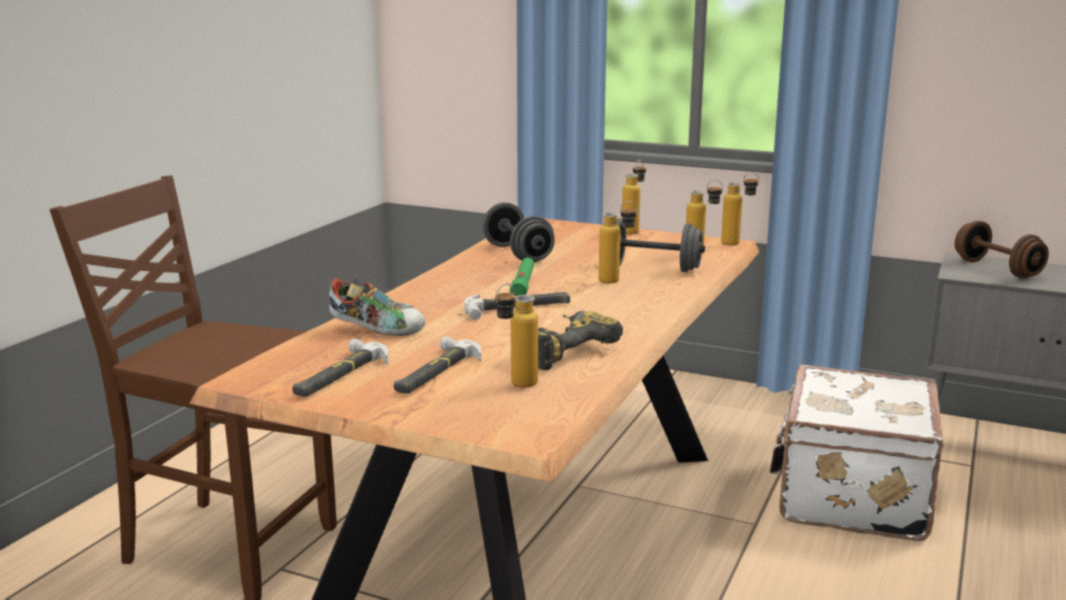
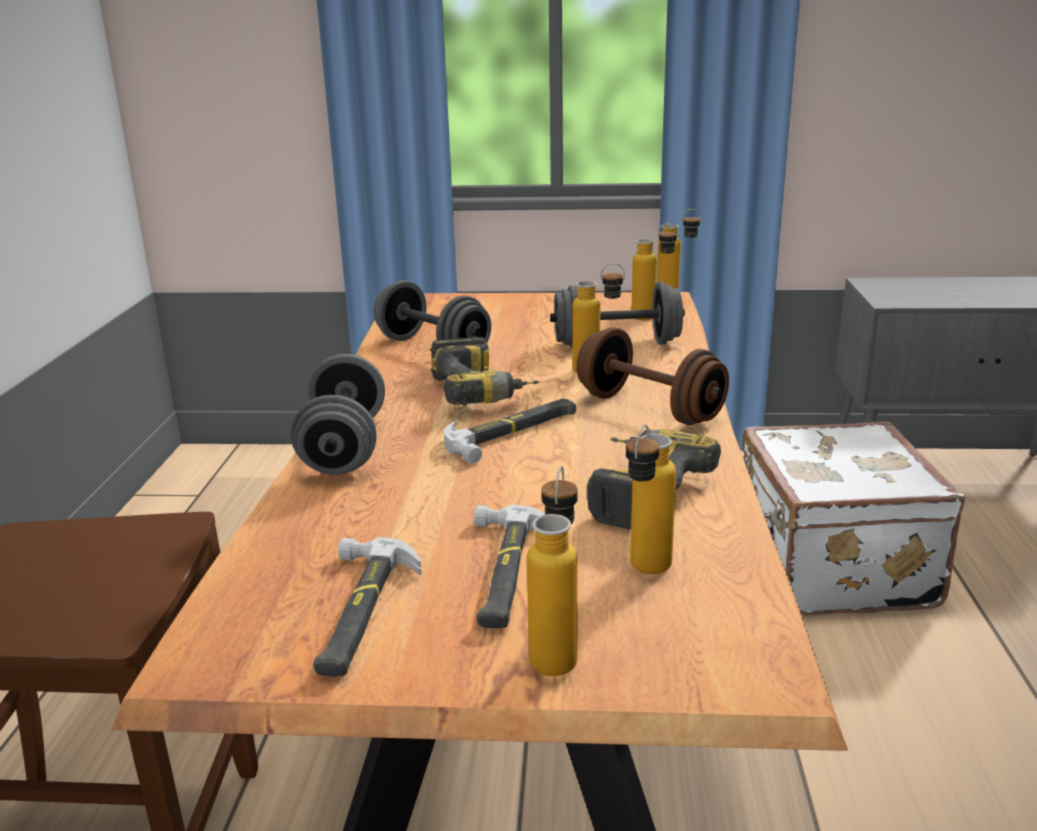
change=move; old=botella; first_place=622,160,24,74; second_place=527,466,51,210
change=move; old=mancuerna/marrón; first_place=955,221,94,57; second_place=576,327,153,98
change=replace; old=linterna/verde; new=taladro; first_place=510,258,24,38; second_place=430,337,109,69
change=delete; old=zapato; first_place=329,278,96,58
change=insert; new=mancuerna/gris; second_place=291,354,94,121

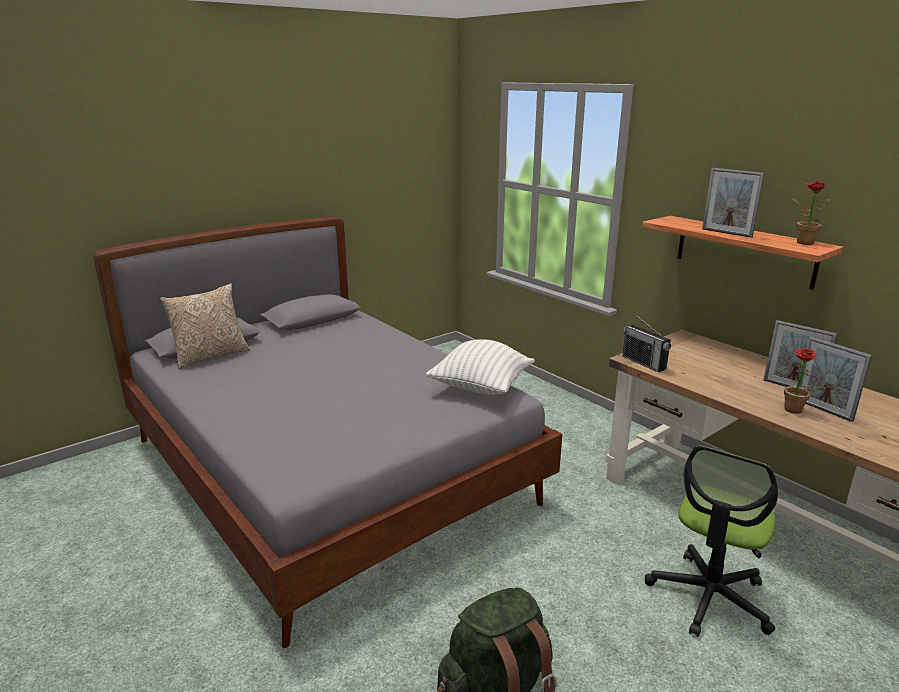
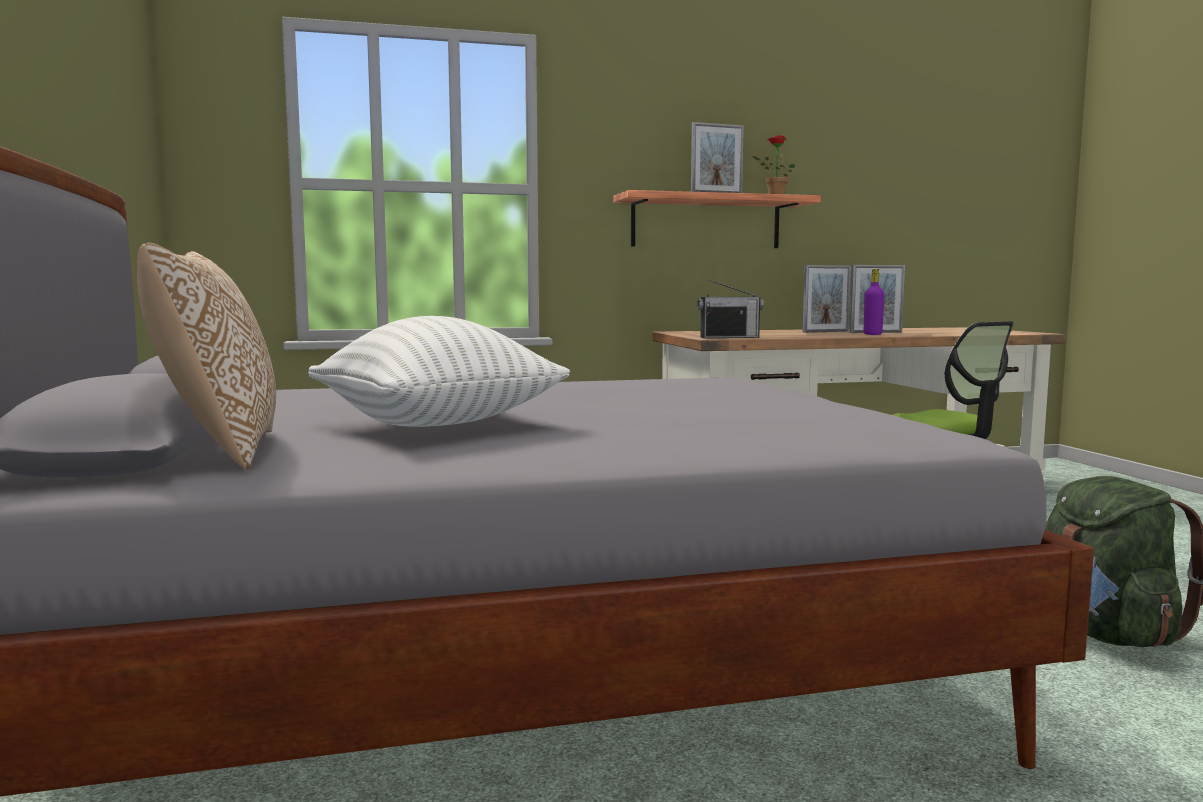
change=move; old=cojín/blanco; first_place=426,339,109,56; second_place=308,316,262,111
change=replace; old=planta en maceta; new=botella/morado; first_place=776,348,50,66; second_place=864,269,21,66

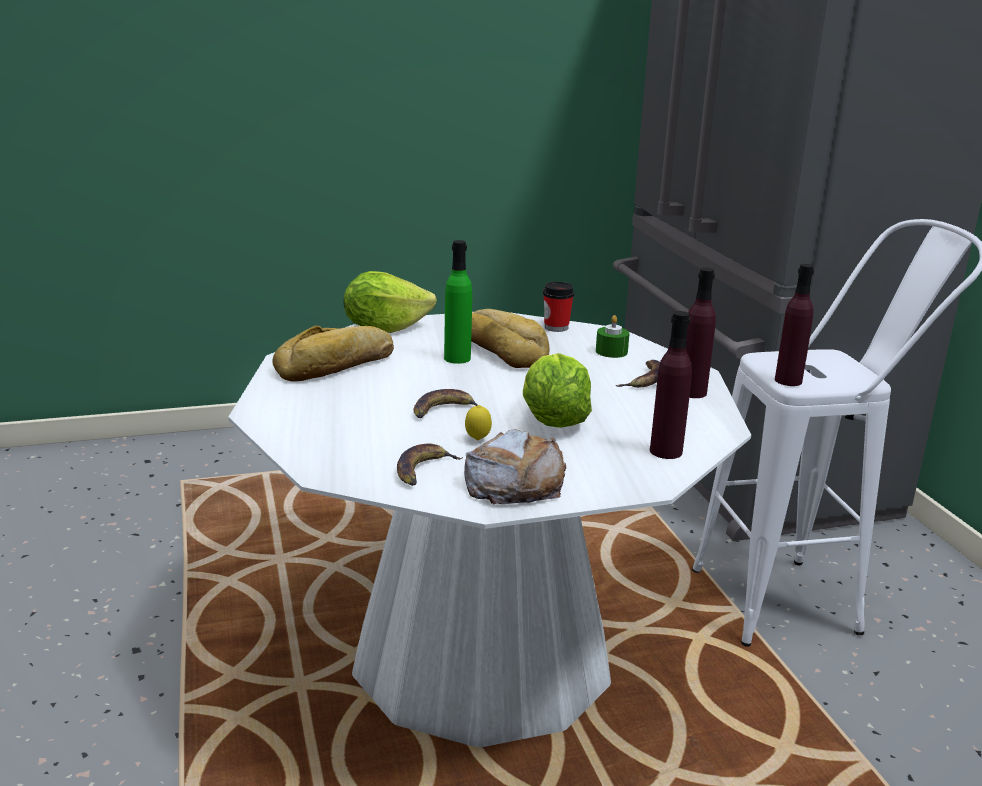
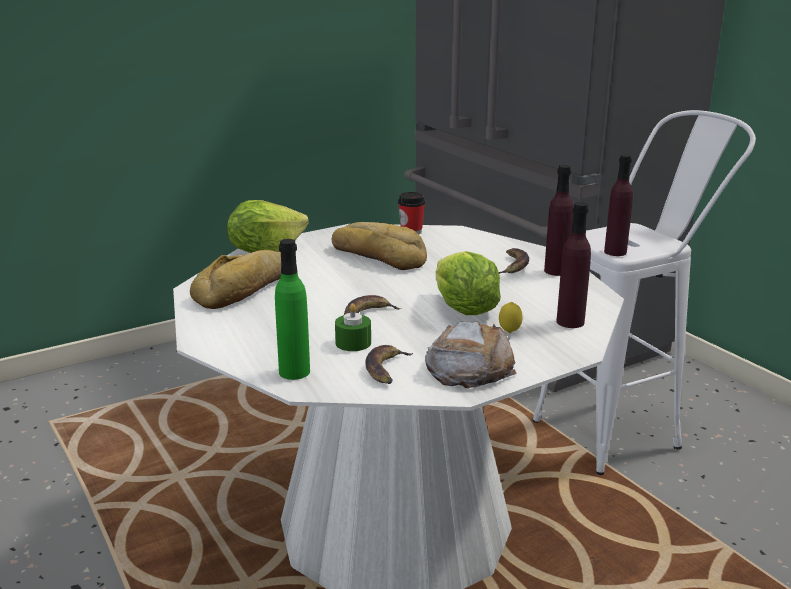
change=move; old=botella/verde; first_place=444,240,28,124; second_place=275,239,35,141
change=move; old=vela/verde; first_place=596,315,34,43; second_place=335,304,36,47
change=move; old=limón; first_place=465,405,27,35; second_place=499,302,24,31

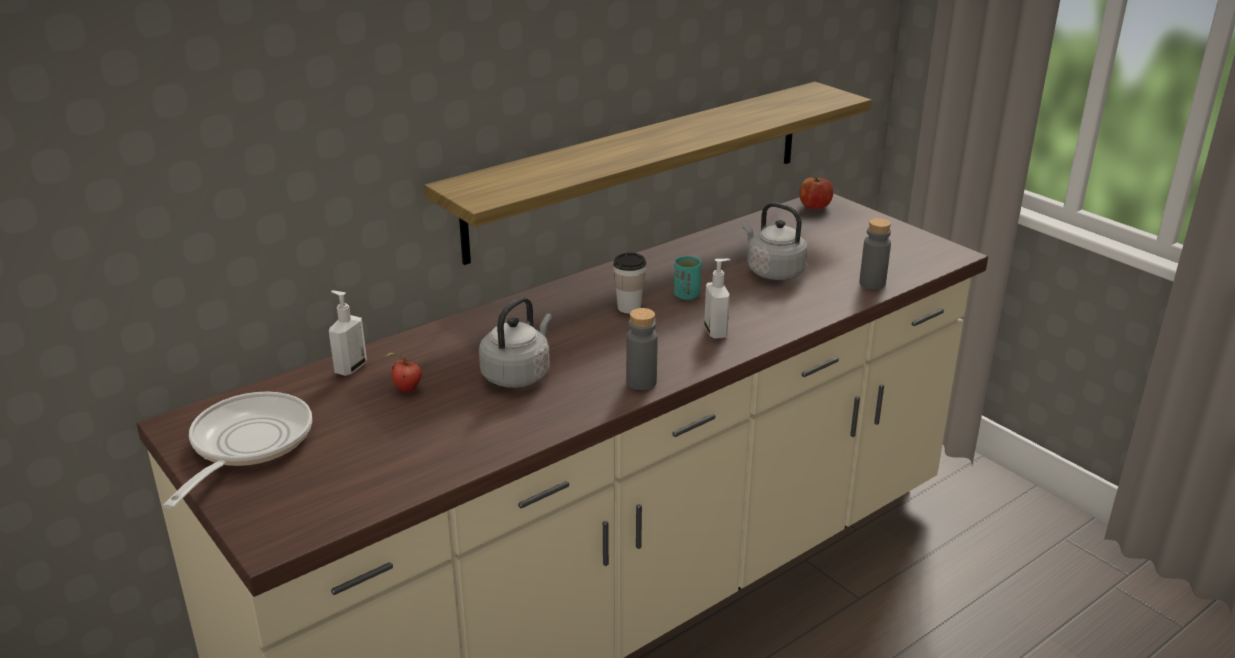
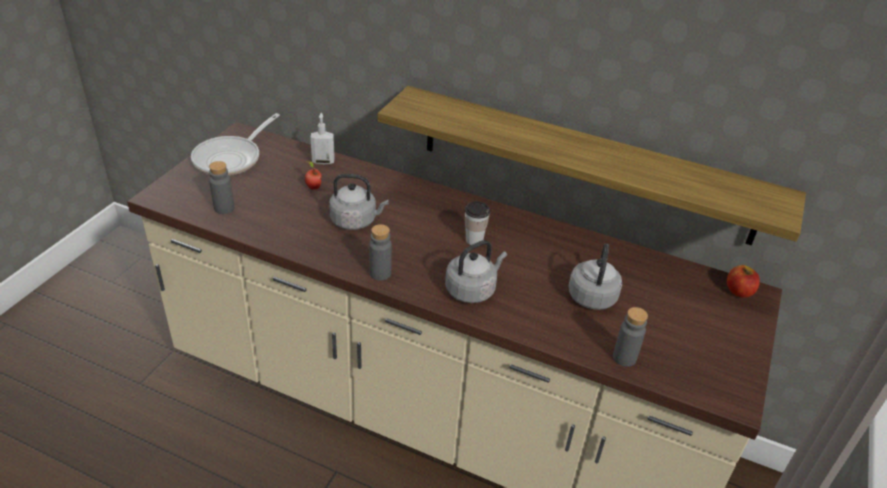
change=delete; old=taza/turquesa; first_place=674,256,27,44
change=replace; old=dispensador de jabón; new=hervidor/gris; first_place=704,259,26,80; second_place=445,240,62,63
change=rotate; old=sartén; first_place=163,392,149,117; second_place=191,113,89,63; degrees=135
change=insert; new=botella/gris; second_place=209,161,26,53

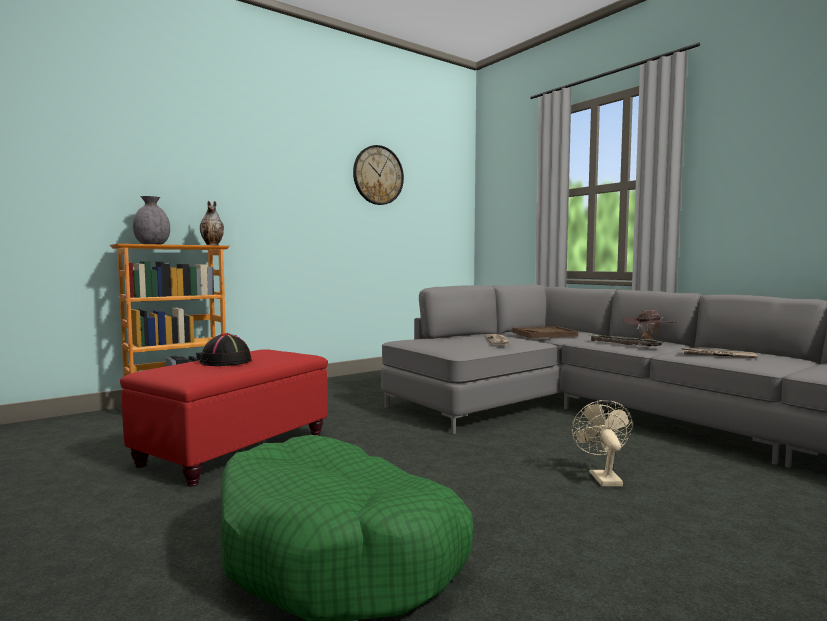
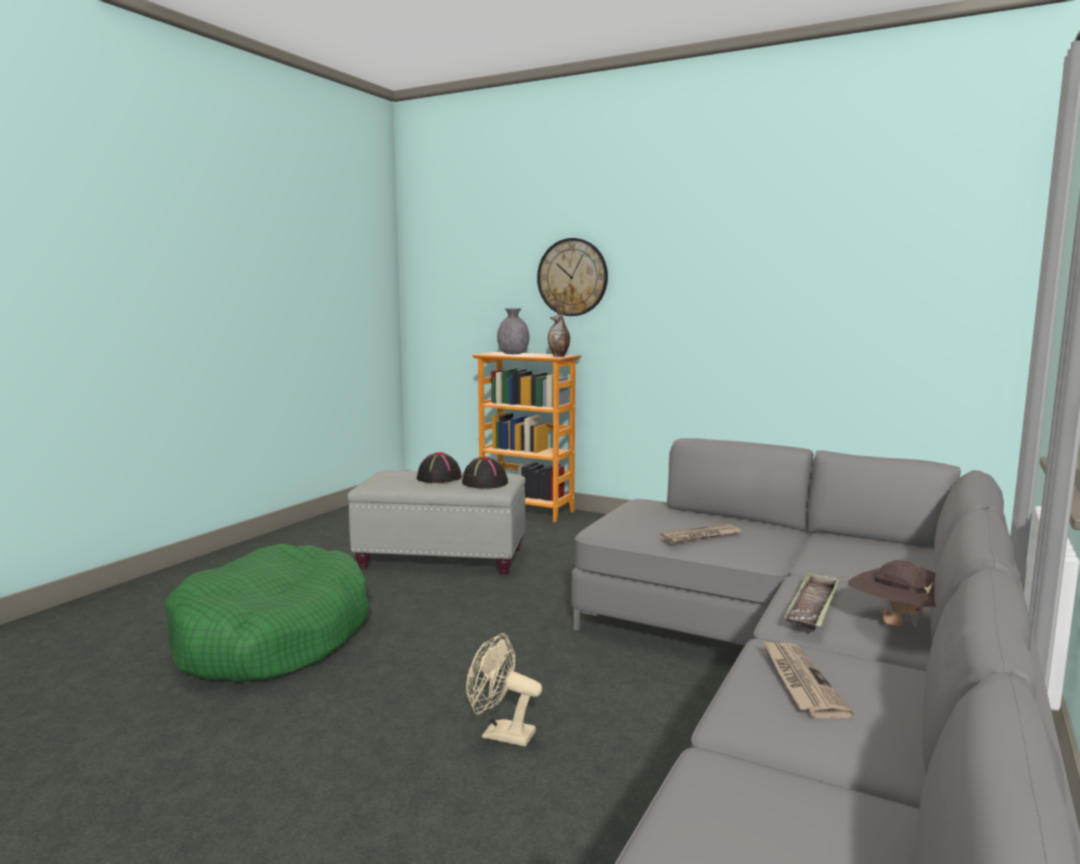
change=move; old=reloj de pared; first_place=353,145,51,60; second_place=537,238,71,78
change=delete; old=bandeja/marrón; first_place=513,326,65,12
change=recolor; old=puf/rojo; new=puf/gris; first_place=120,349,208,137; second_place=347,470,178,105
change=rotate; old=ventilador/beis; first_place=572,400,61,86; second_place=466,633,76,114; degrees=-135
change=insert; new=sombrero/negro; second_place=462,456,46,33

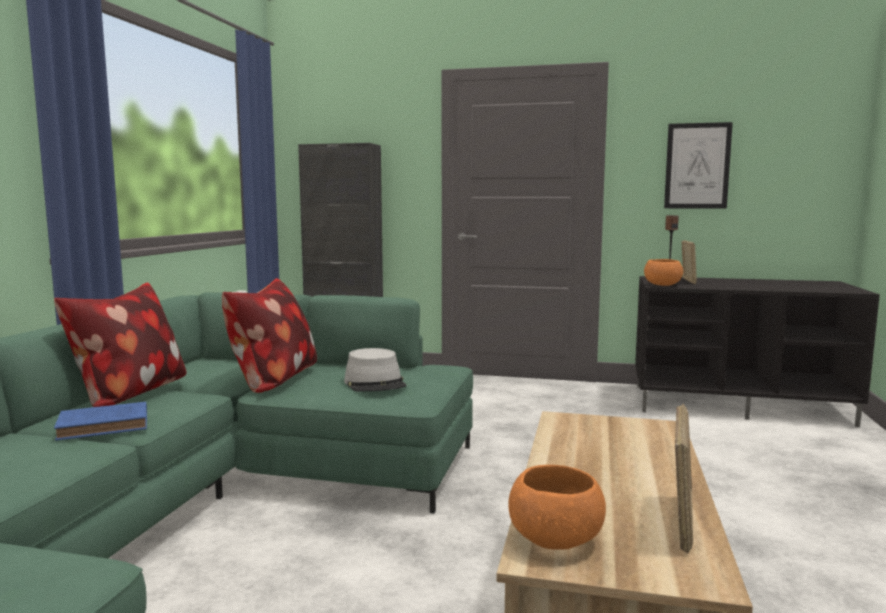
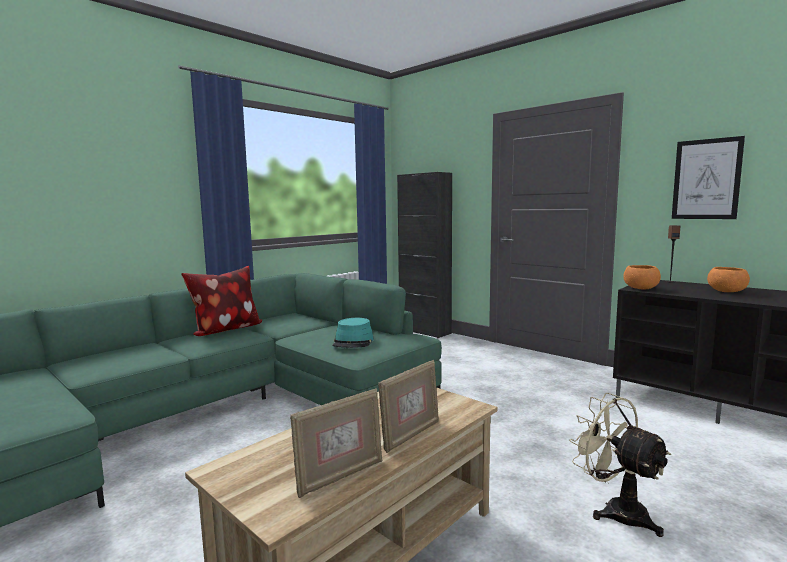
change=move; old=portarretratos; first_place=682,240,15,44; second_place=378,359,61,94
change=delete; old=cojín; first_place=222,278,95,115
change=recolor; old=sombrero/gris; new=sombrero/turquesa; first_place=344,348,63,44; second_place=332,318,42,30
change=delete; old=libro/azul; first_place=54,402,93,39
change=move; old=cuenco/naranja; first_place=508,465,98,85; second_place=707,267,43,25
change=insert; new=ventilador/beis; second_place=569,393,102,144

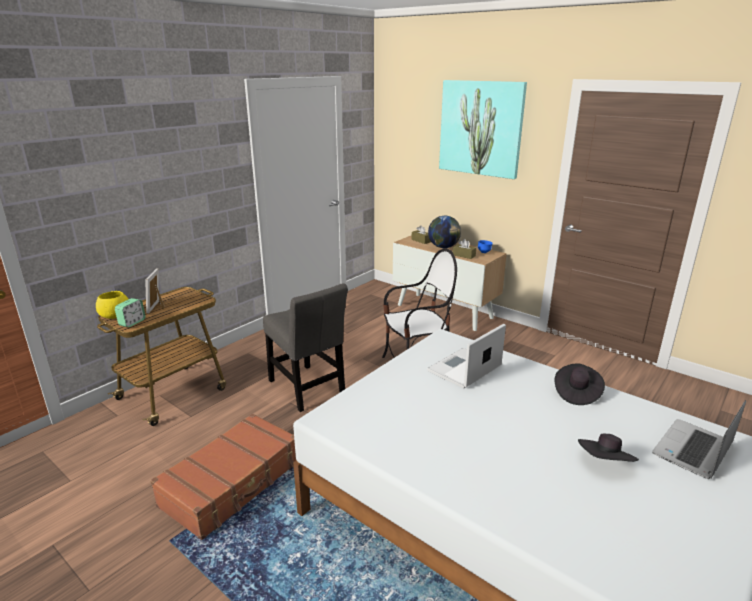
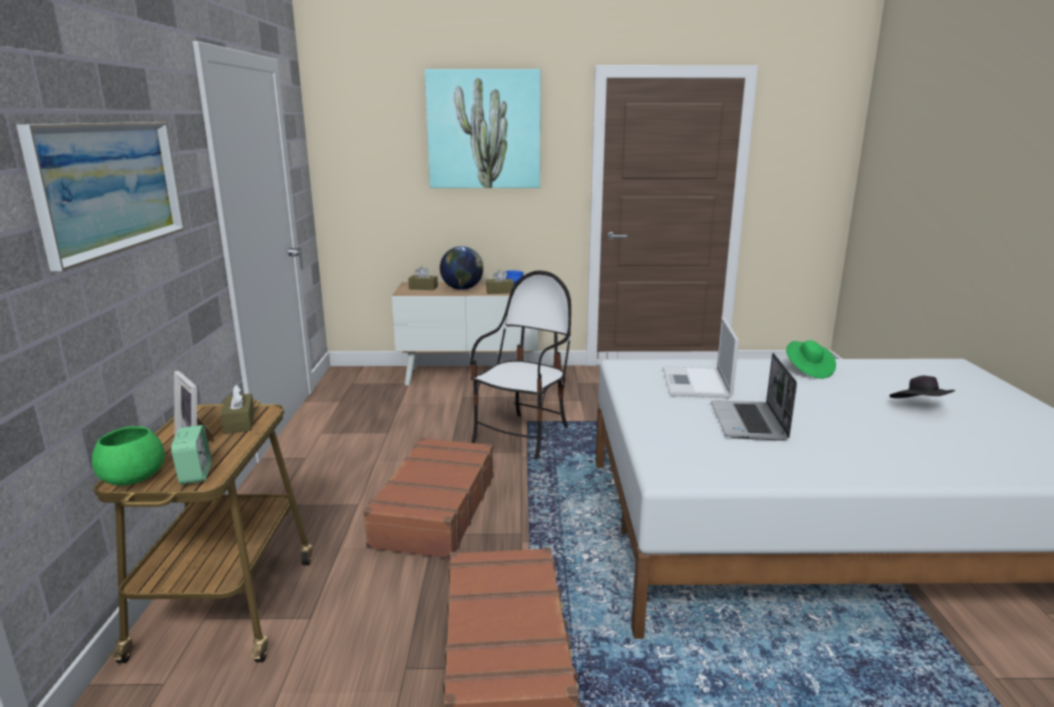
change=replace; old=silla/gris; new=maleta/marrón; first_place=263,283,85,129; second_place=363,437,131,122
change=recolor; old=cuenco/amarillo; new=cuenco/verde; first_place=96,291,32,28; second_place=92,426,73,60
change=recolor; old=sombrero/negro; new=sombrero/verde; first_place=554,363,51,42; second_place=786,340,50,39
change=move; old=portátil; first_place=652,400,94,79; second_place=711,353,86,88
change=insert; new=cuadro; second_place=16,122,168,149
change=insert; new=caja de pañuelos/marrón; second_place=221,384,33,50

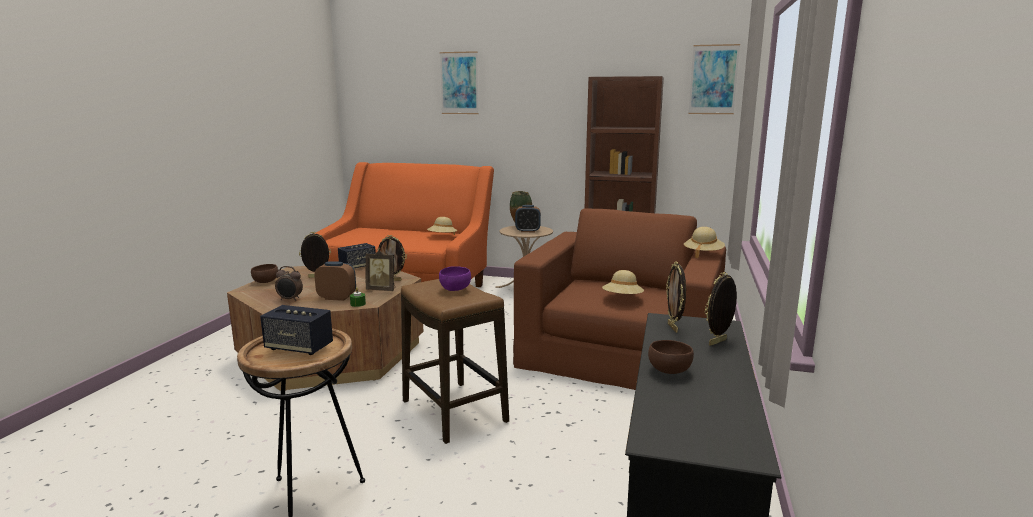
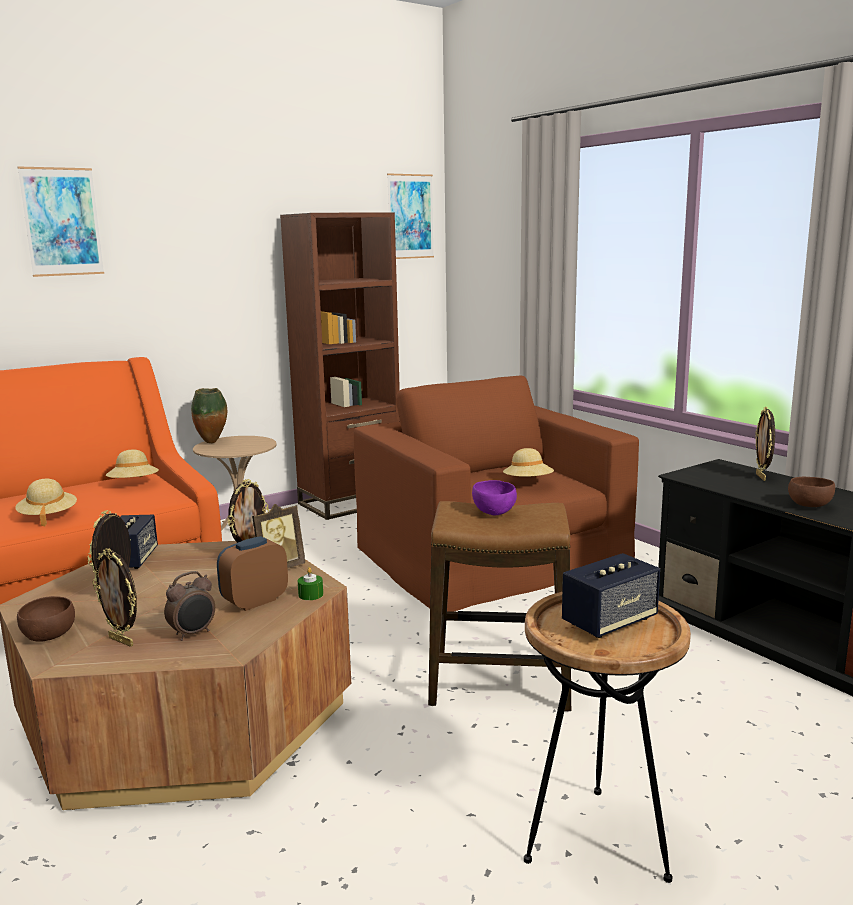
change=delete; old=despertador; first_place=515,205,26,27
change=move; old=sombrero/beis; first_place=684,227,41,32; second_place=15,479,62,47
change=move; old=portarretratos; first_place=666,261,20,72; second_place=93,548,44,99

